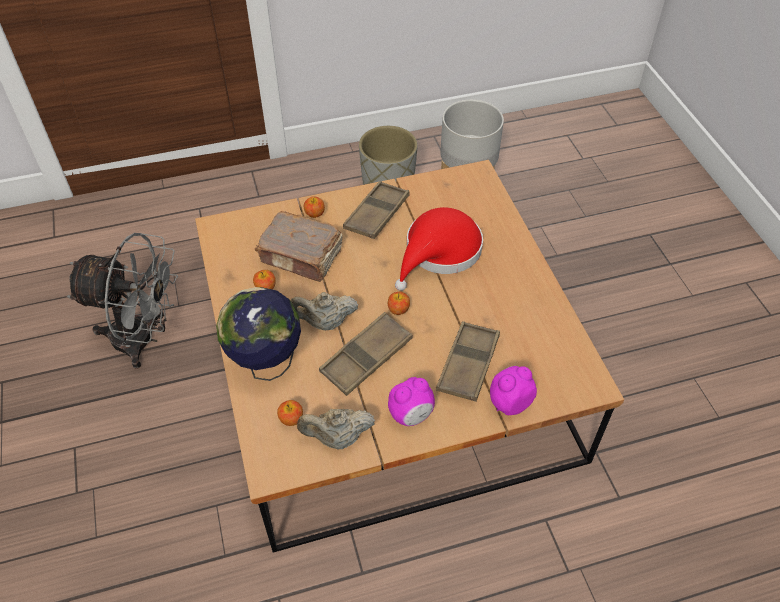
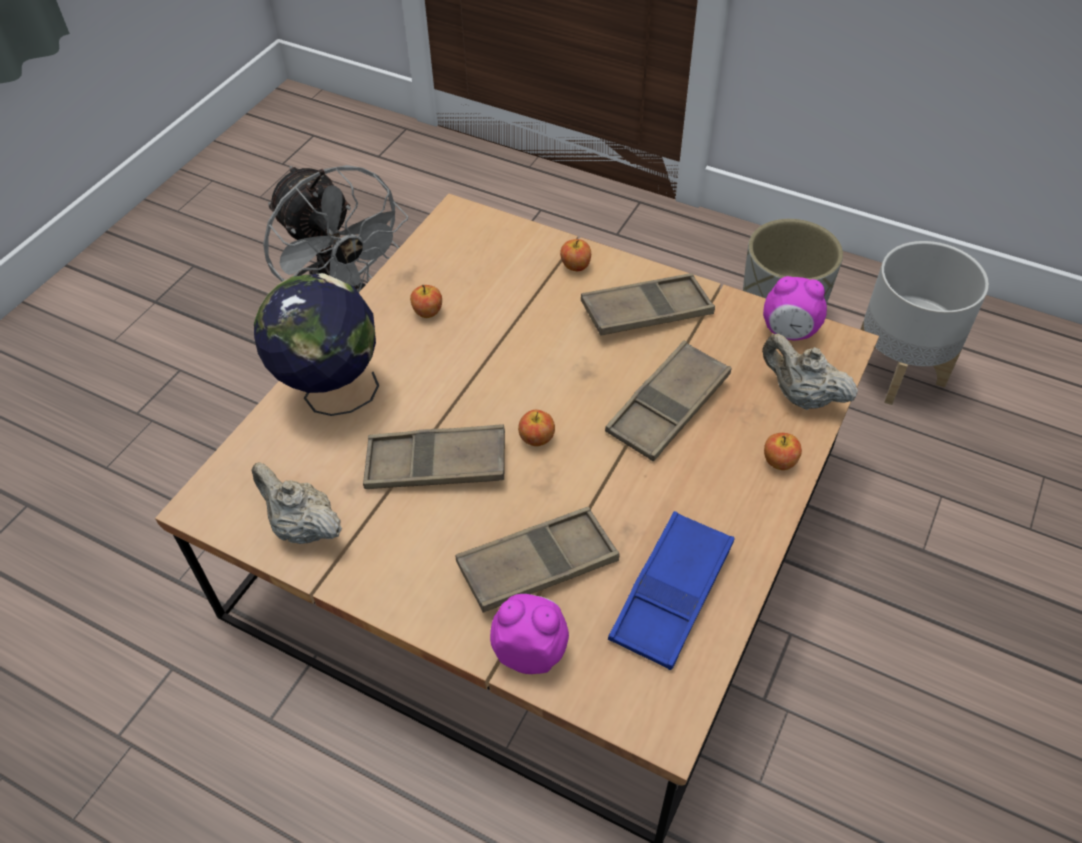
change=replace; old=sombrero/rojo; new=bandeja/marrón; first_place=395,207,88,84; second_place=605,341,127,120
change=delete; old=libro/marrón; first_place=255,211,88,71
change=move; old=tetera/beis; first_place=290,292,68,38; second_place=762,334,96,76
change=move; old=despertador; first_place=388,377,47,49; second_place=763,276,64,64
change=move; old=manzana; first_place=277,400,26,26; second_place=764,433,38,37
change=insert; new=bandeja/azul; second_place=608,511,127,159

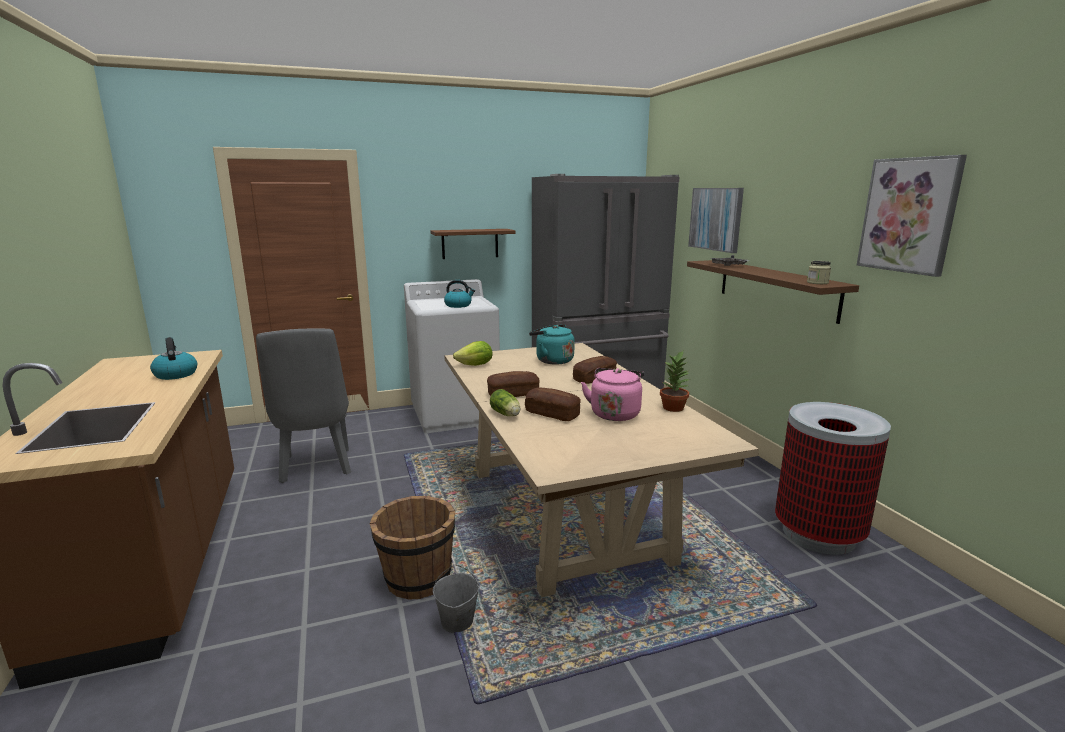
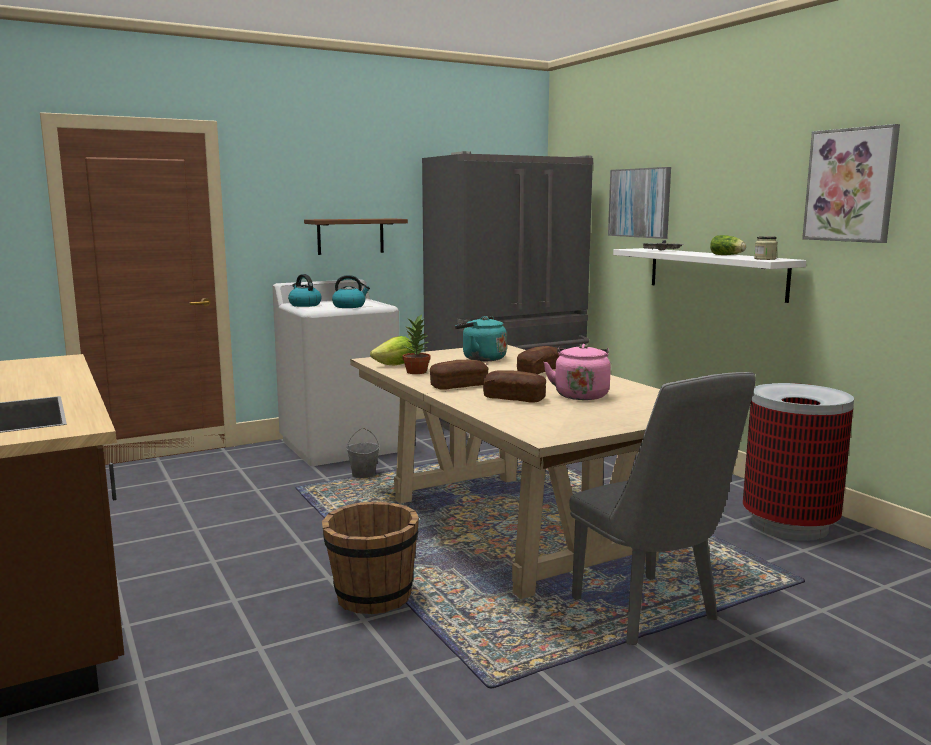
change=recolor; old=estante/marrón; new=estante/blanco; first_place=687,260,172,64; second_place=613,248,193,55
change=move; old=silla/gris; first_place=256,329,95,154; second_place=569,372,187,273
change=move; old=hervidor; first_place=150,337,47,43; second_place=288,274,34,33
change=move; old=planta en maceta; first_place=660,351,31,61; second_place=403,315,28,59
change=move; old=lechuga; first_place=490,389,31,27; second_place=710,235,36,20
change=move; old=cubo/gris; first_place=433,564,46,69; second_place=346,428,34,50

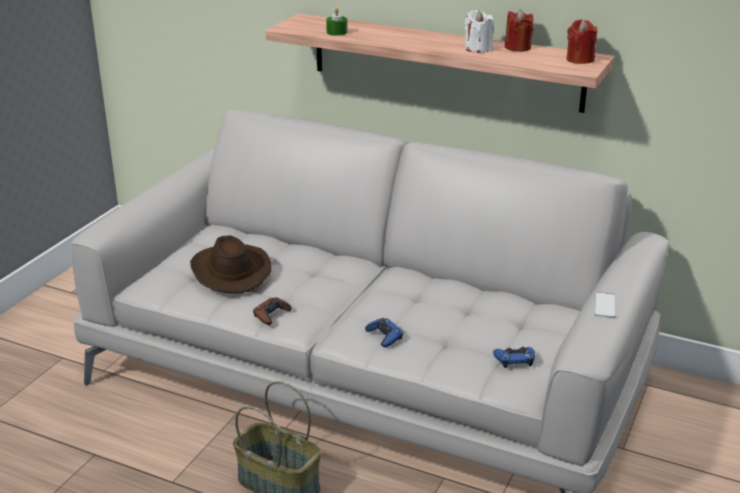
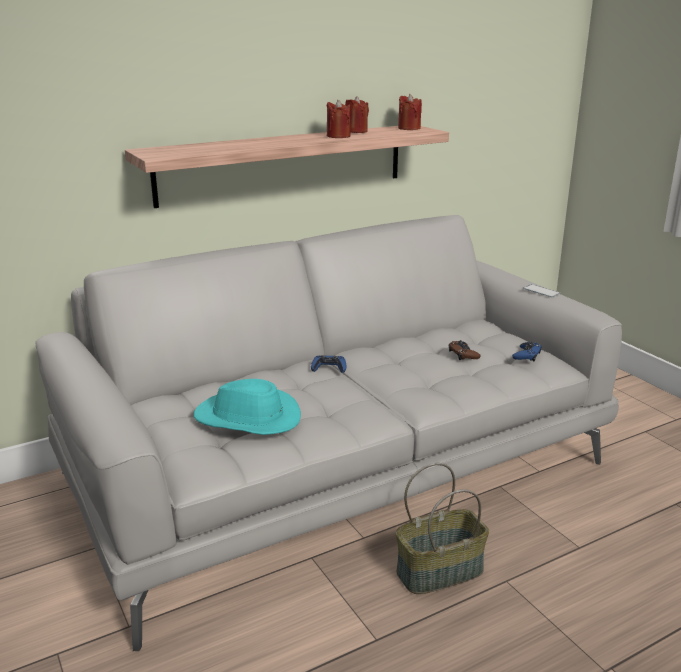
change=delete; old=vela/verde; first_place=326,8,21,28
change=recolor; old=vela/blanco; new=vela/rojo; first_place=465,10,29,43; second_place=327,100,23,38
change=recolor; old=sombrero/marrón; new=sombrero/turquesa; first_place=190,236,82,58; second_place=194,379,107,56
change=move; old=mando de consola/marrón; first_place=253,297,39,28; second_place=449,340,32,20
change=move; old=mando de consola/azul; first_place=365,318,38,29; second_place=311,355,35,18

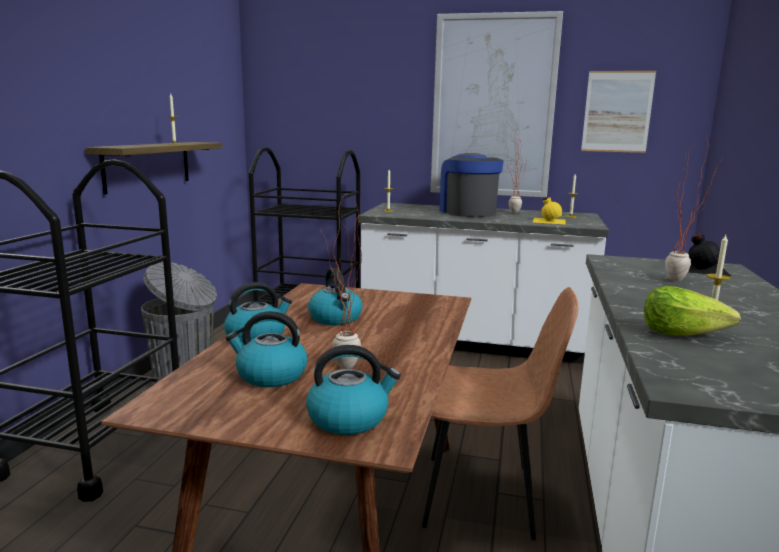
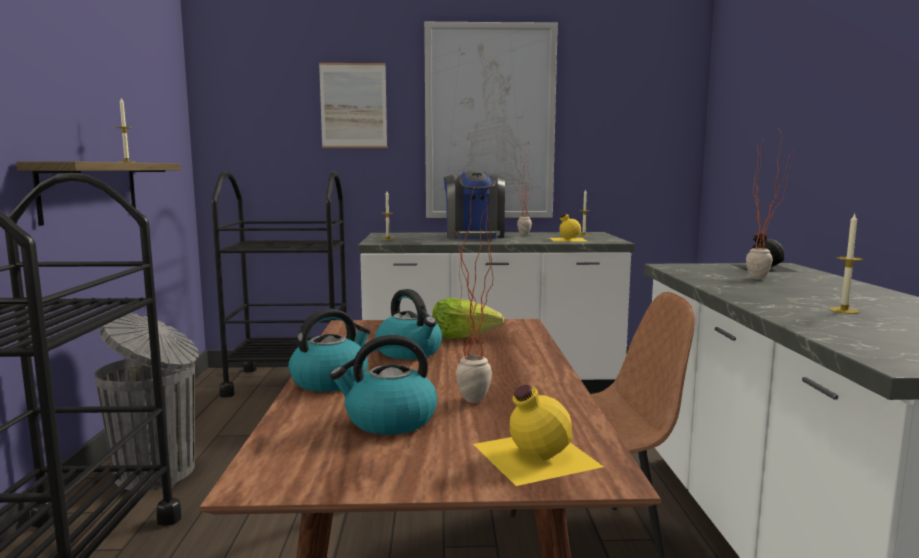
change=move; old=cuadro; first_place=581,71,75,82; second_place=319,63,68,85
change=rotate; old=cafetera; first_place=439,153,65,64; second_place=444,170,61,69; degrees=-150
change=move; old=lechuga; first_place=644,286,97,50; second_place=432,298,72,41
change=replace; old=hervidor; new=botella/amarillo; first_place=306,345,95,90; second_place=473,385,131,101

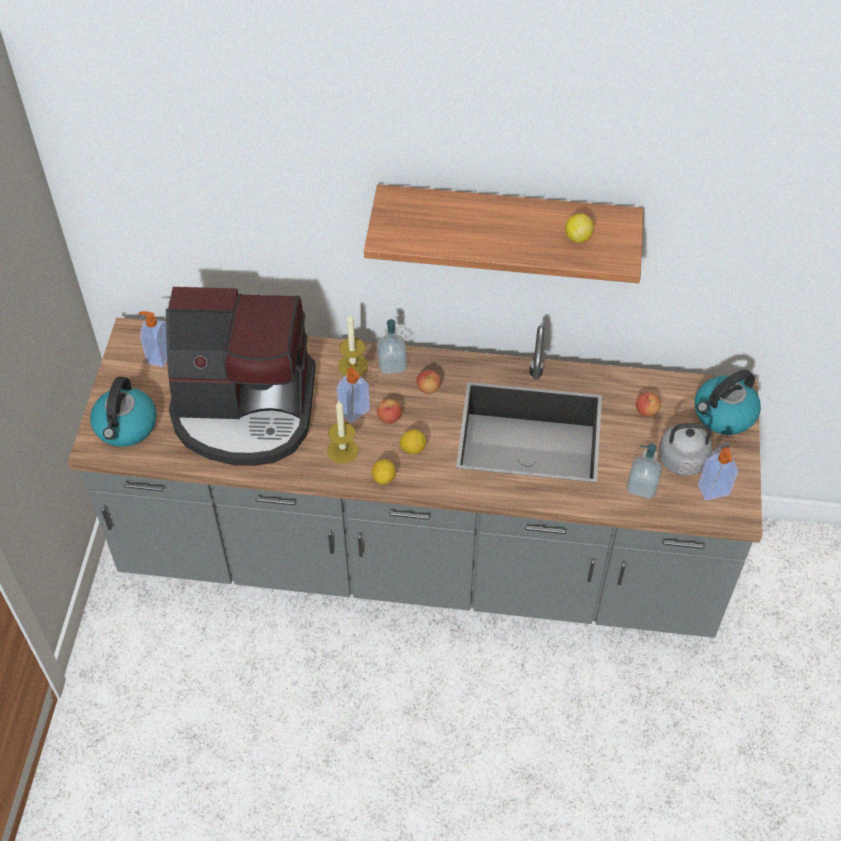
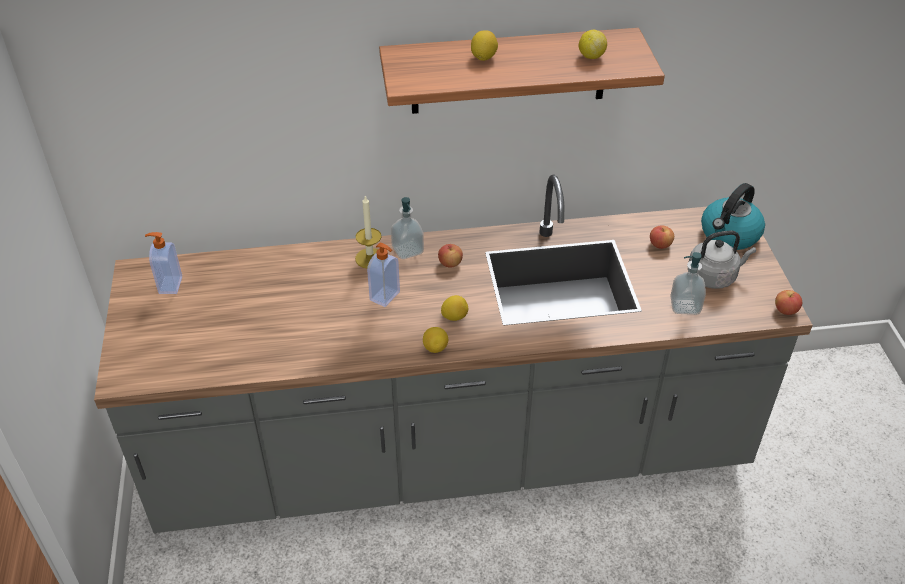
change=delete; old=cafetera; first_place=166,287,150,179
change=delete; old=hervidor; first_place=90,377,67,70
change=move; old=manzana; first_place=377,399,25,25; second_place=775,290,27,25
change=delete; old=vela; first_place=328,401,31,63
change=delete; old=dispensador de jabón; first_place=698,447,40,54
change=insert; new=limón; second_place=471,30,27,31

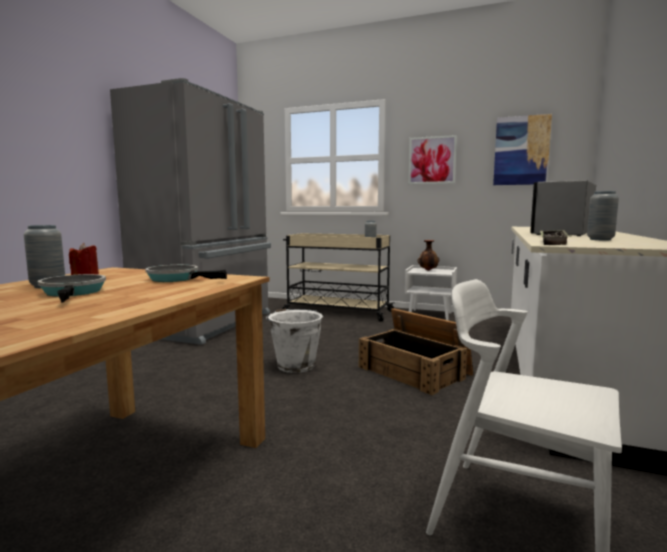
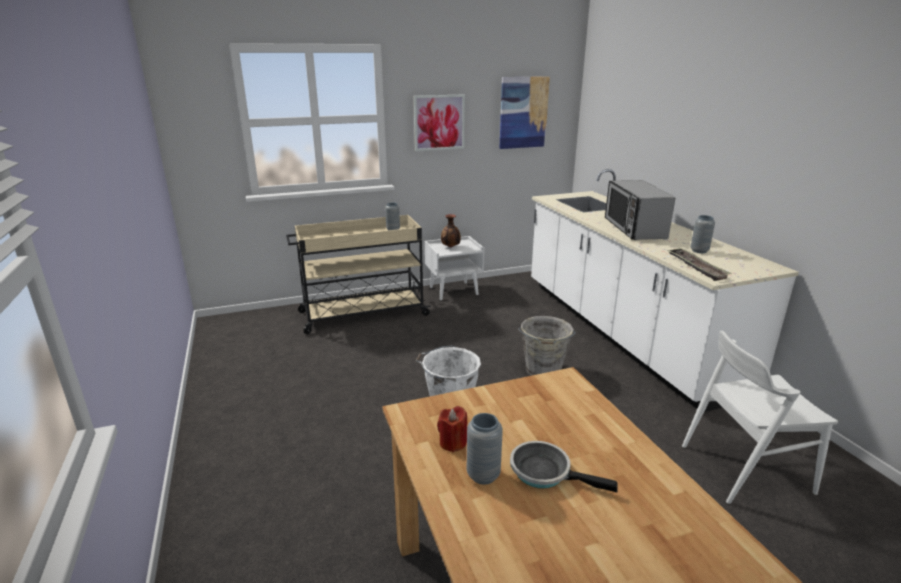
change=delete; old=nevera/gris; first_place=110,78,161,267
change=delete; old=sartén; first_place=145,265,82,17
change=replace; old=caja de embalaje; new=cubo/gris; first_place=359,308,114,87; second_place=518,316,57,60

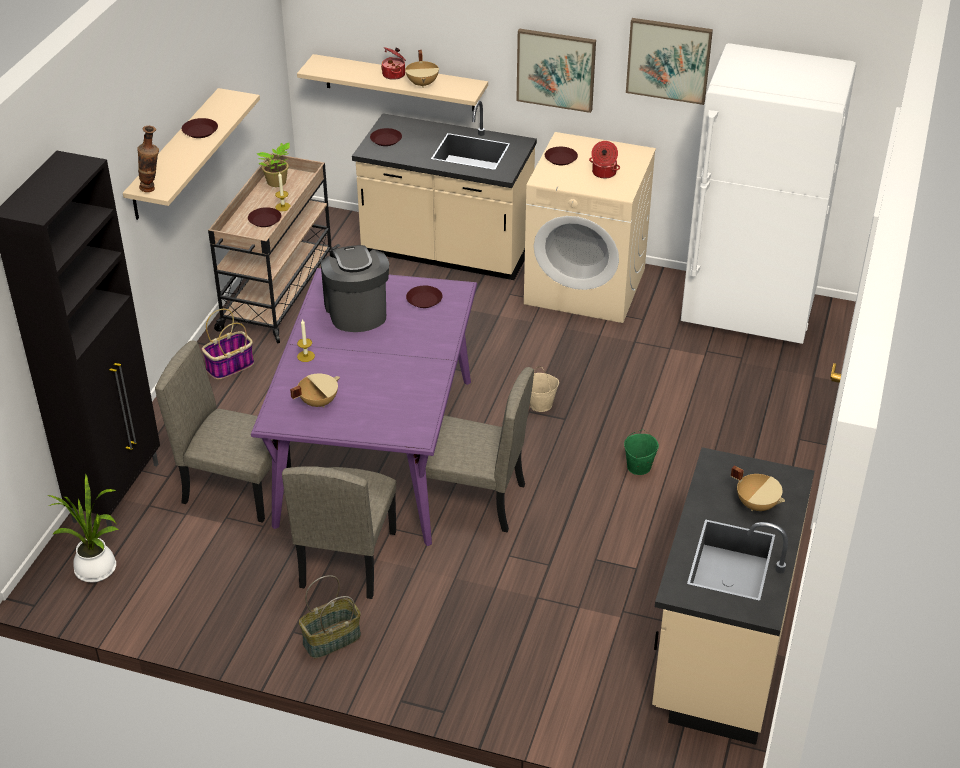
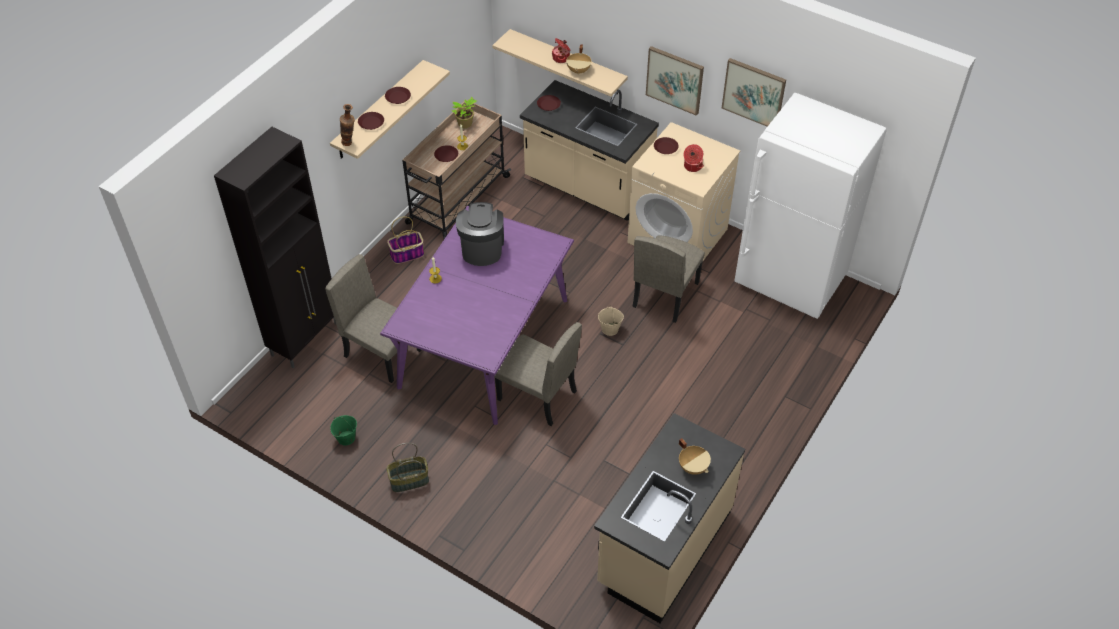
change=move; old=plato/marrón; first_place=406,286,37,22; second_place=358,112,26,18
change=delete; old=olla/beis; first_place=290,374,50,34
change=move; old=cubo/verde; first_place=624,430,35,45; second_place=331,415,26,30
change=move; old=silla/beis; first_place=282,466,114,133; second_place=632,236,73,87
change=delete; old=planta en maceta; first_place=48,474,72,109

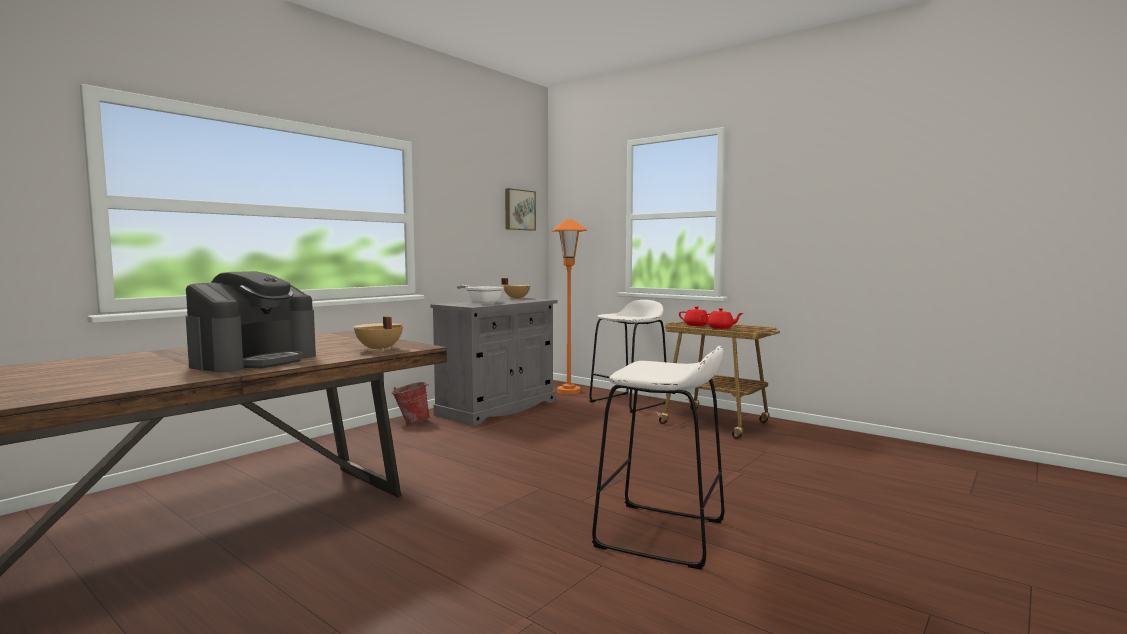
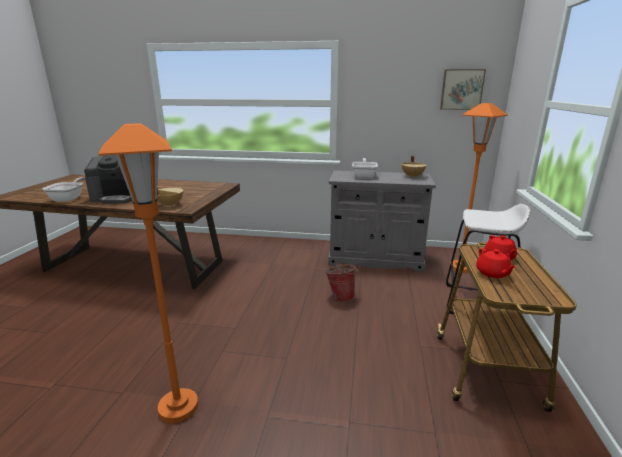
change=replace; old=taburete/blanco; new=lámpara de pie/naranja; first_place=592,346,132,224; second_place=98,123,100,300
change=move; old=cubo; first_place=392,382,38,43; second_place=325,263,33,39
change=insert; new=sartén; second_place=42,177,43,25

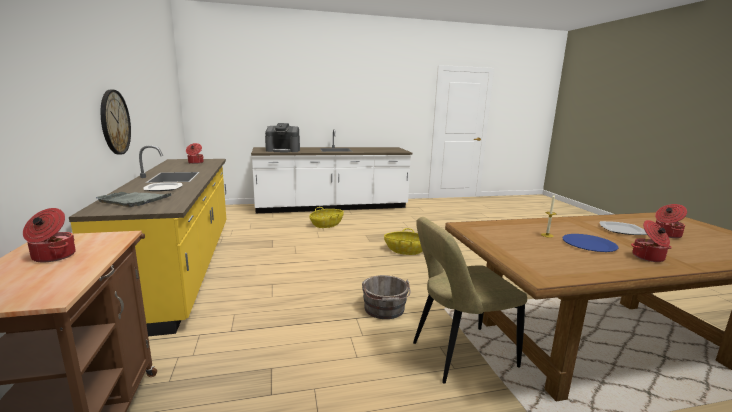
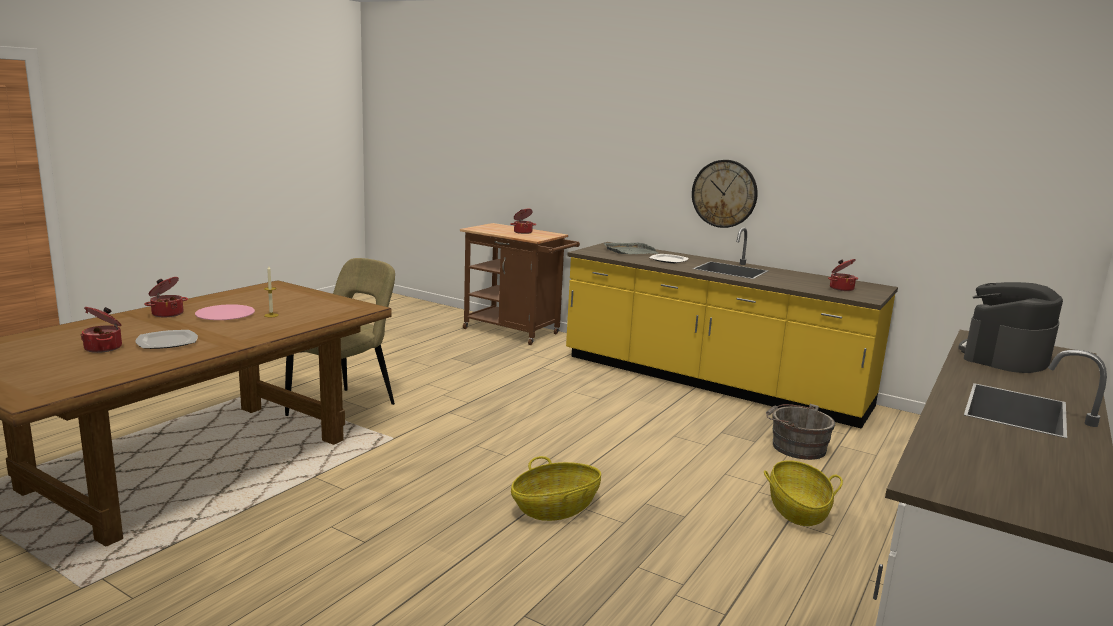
change=recolor; old=plato/azul; new=plato/rosa; first_place=562,234,57,18; second_place=195,304,60,16
change=move; old=cubo/gris; first_place=362,275,48,44; second_place=766,404,69,56

